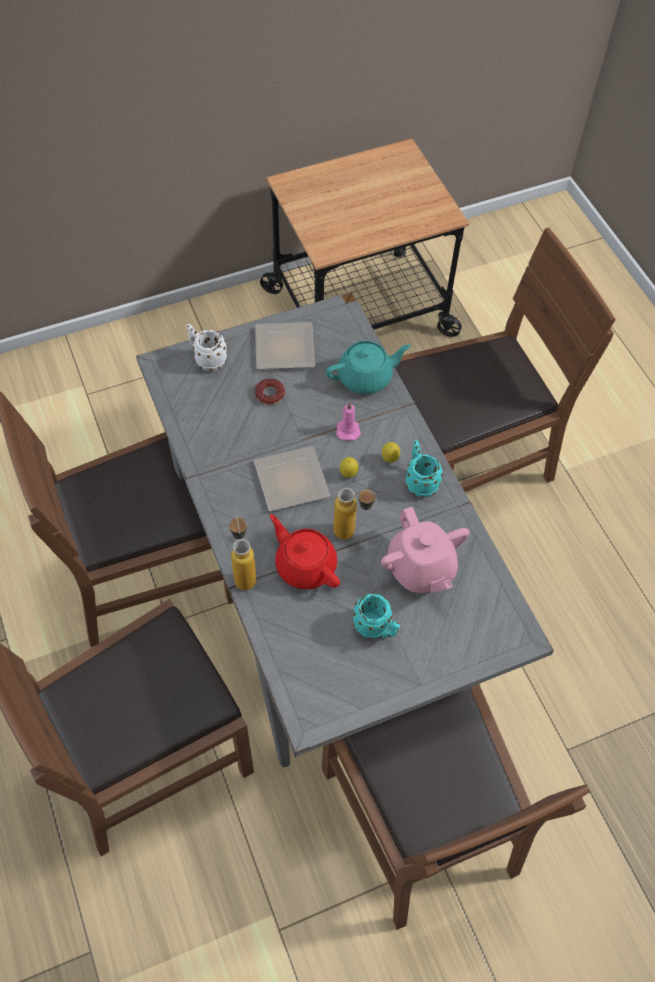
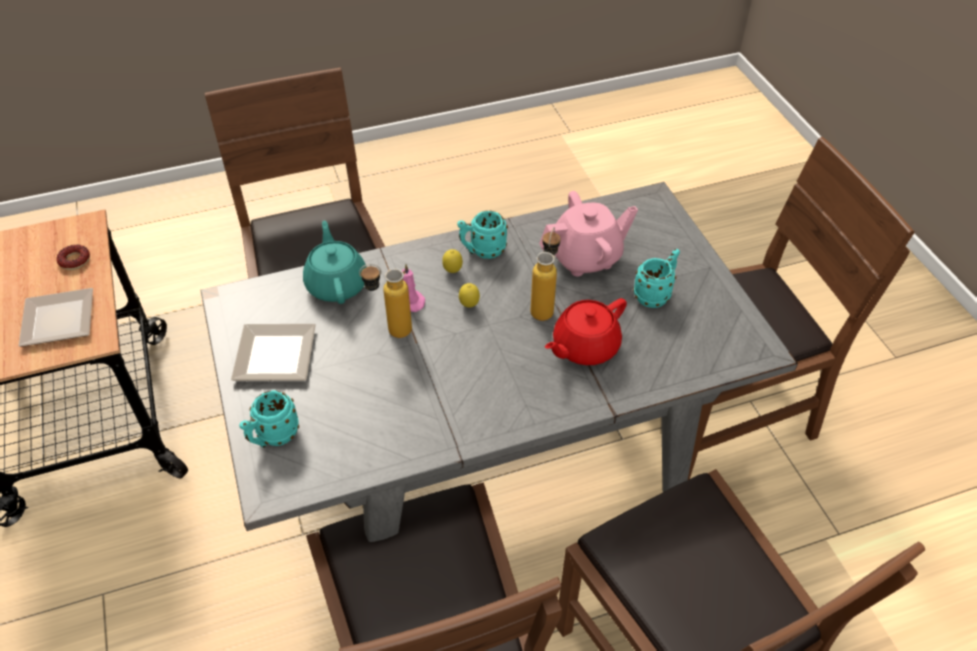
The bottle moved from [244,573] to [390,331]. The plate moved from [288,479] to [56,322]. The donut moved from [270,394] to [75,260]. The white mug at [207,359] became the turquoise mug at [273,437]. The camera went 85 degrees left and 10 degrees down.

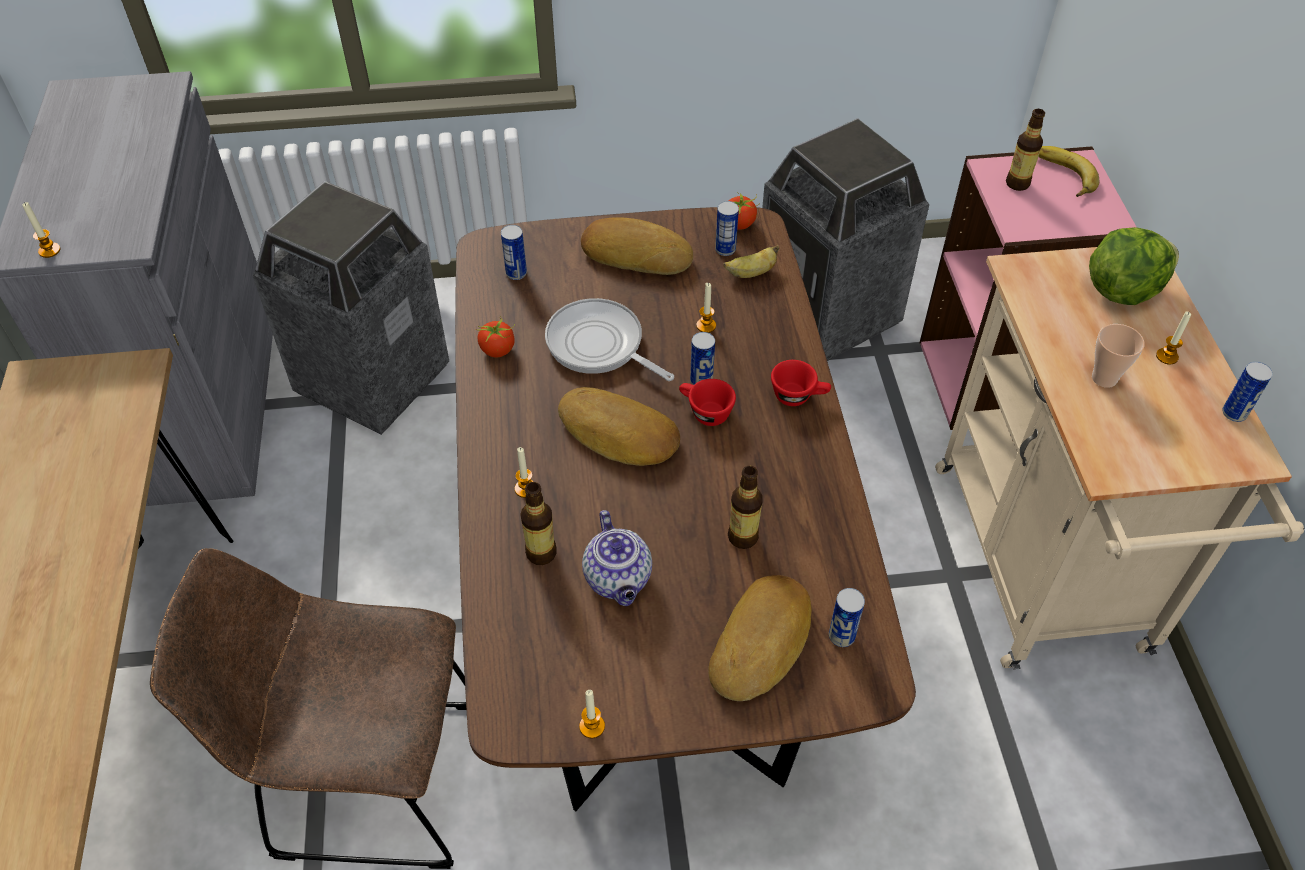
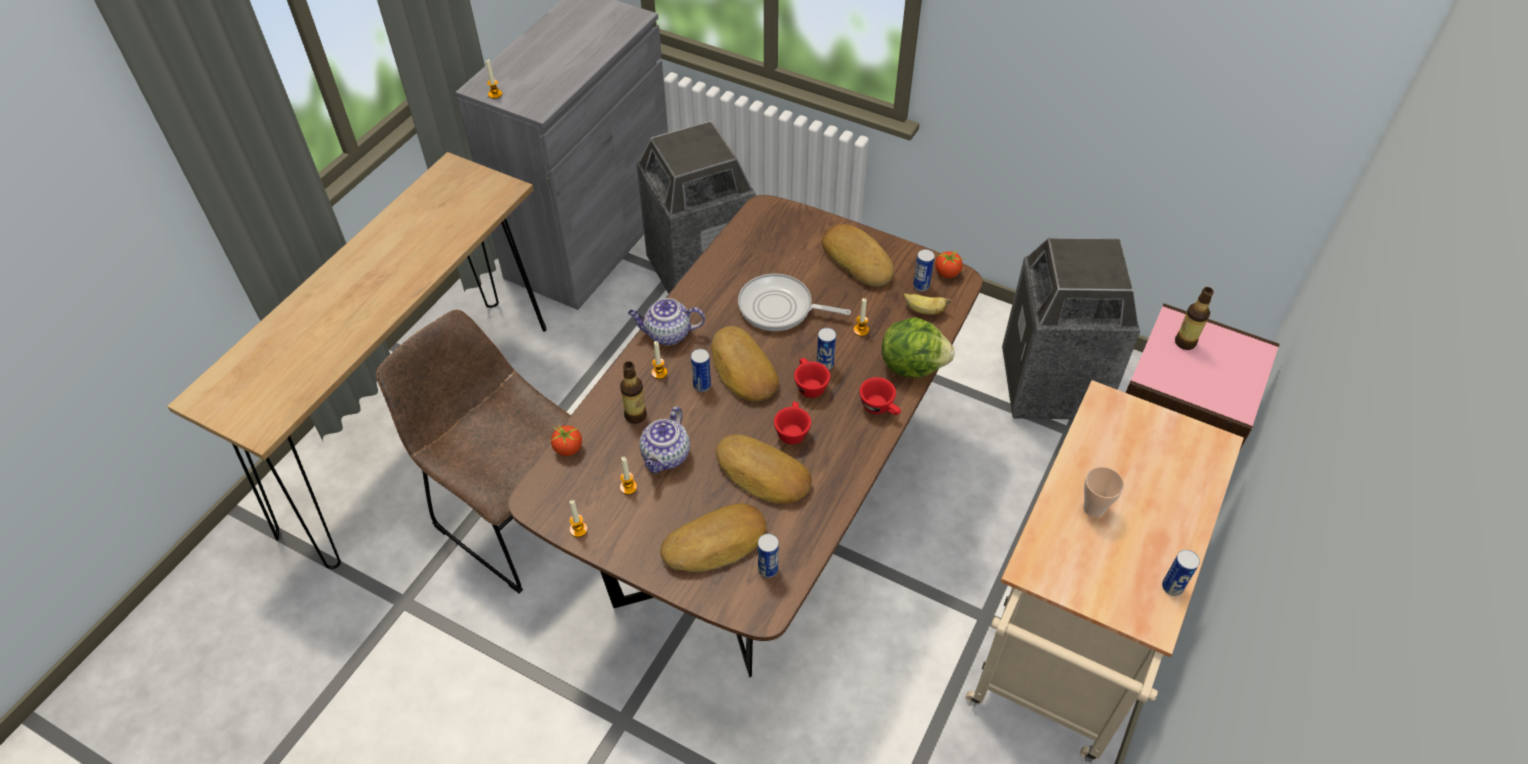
The banana at [1061,176] disappeared. The teapot at [667,334] appeared. The red cup at [792,430] appeared. The tomato moved from [498,350] to [568,449]. The can moved from [516,273] to [702,385]. The lettuce moved from [1122,289] to [912,364]. The candle moved from [1166,356] to [628,487]. The bottle at [743,537] was replaced by the bread at [762,475]. The frying pan at [599,345] turned 60 degrees counterclockwise. The camera went 35 degrees right and 0 degrees up.

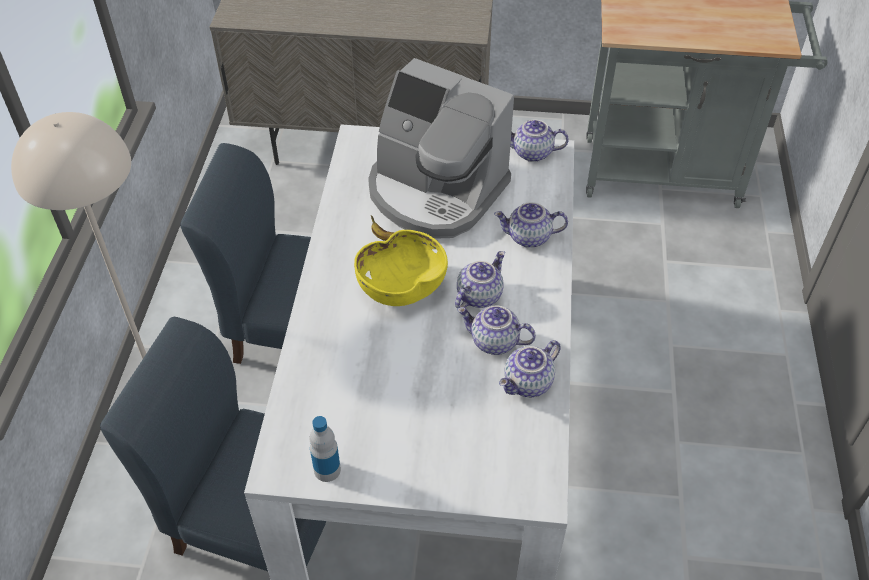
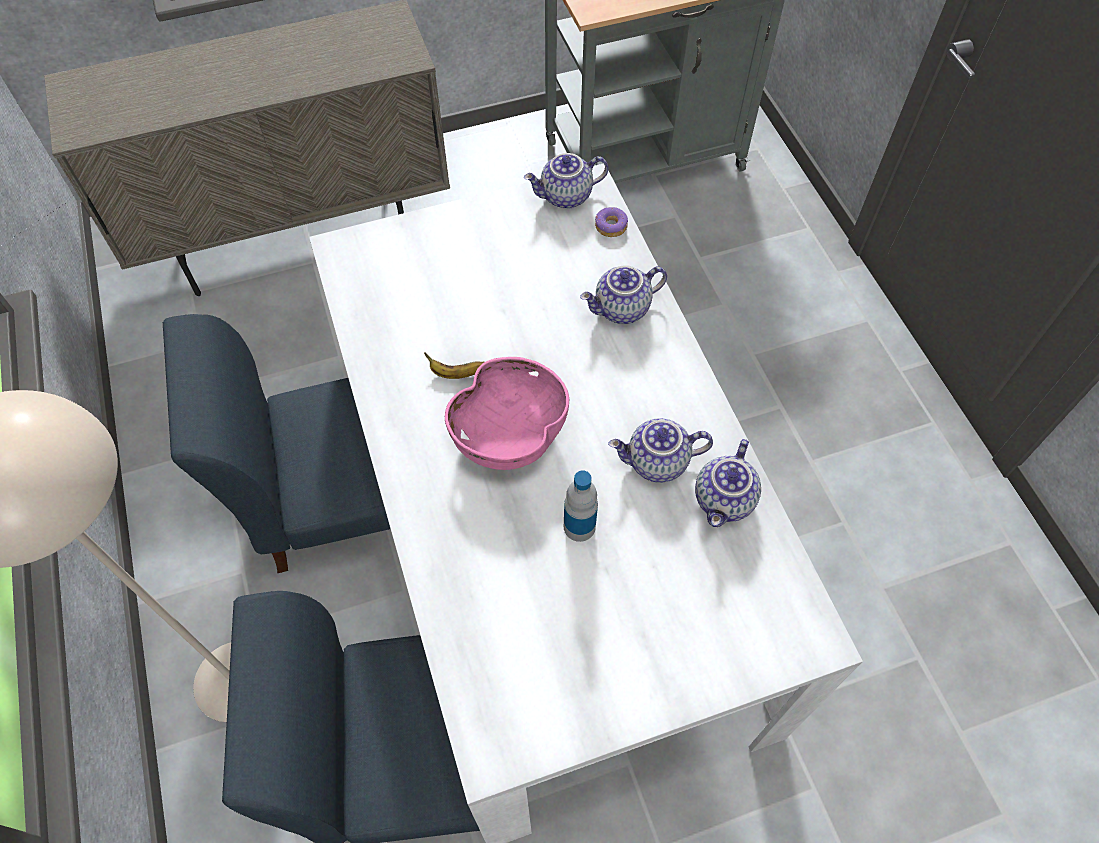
The coffee machine at [435,192] disappeared. The teapot at [478,295] disappeared. The donut at [611,226] appeared. The bottle moved from [327,470] to [579,526]. The yellow bowl at [402,288] became the pink bowl at [510,435]. The camera went 25 degrees left and 10 degrees up.

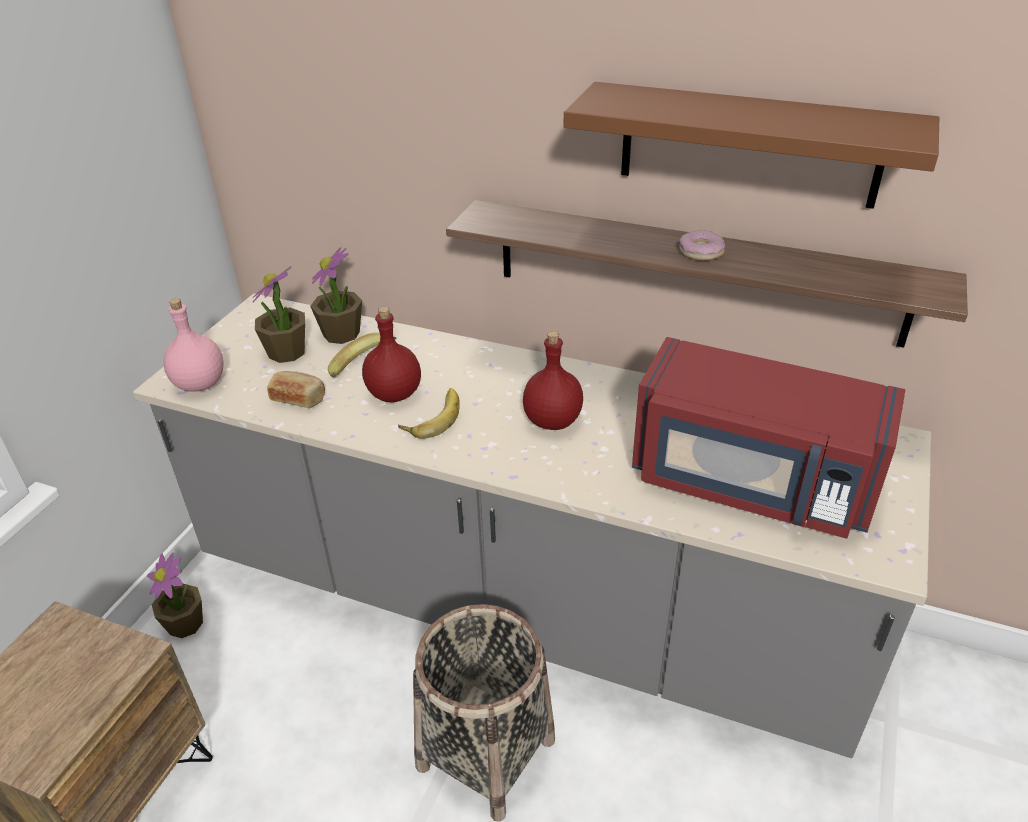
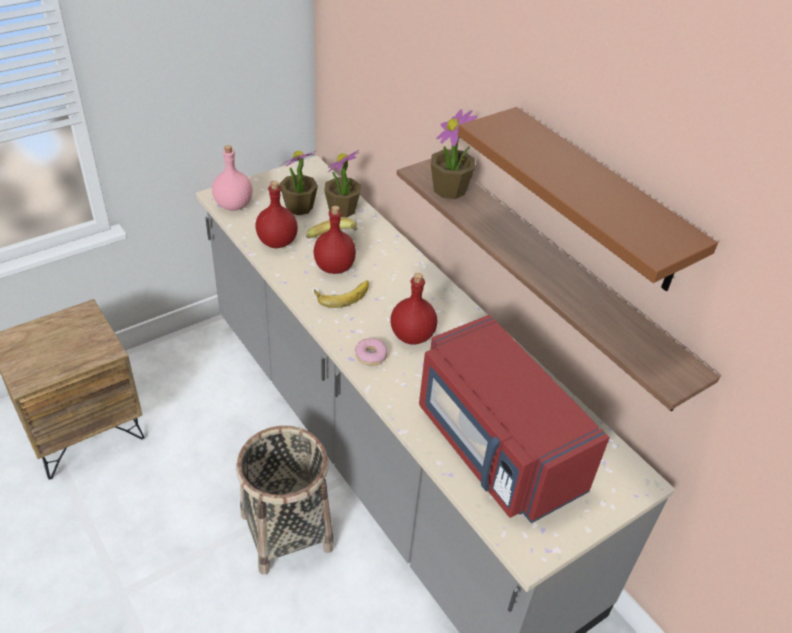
The potted plant moved from [185,624] to [449,190]. The donut moved from [701,252] to [371,355]. The bread at [298,398] was replaced by the red bottle at [278,242]. The camera went 30 degrees right and 5 degrees up.

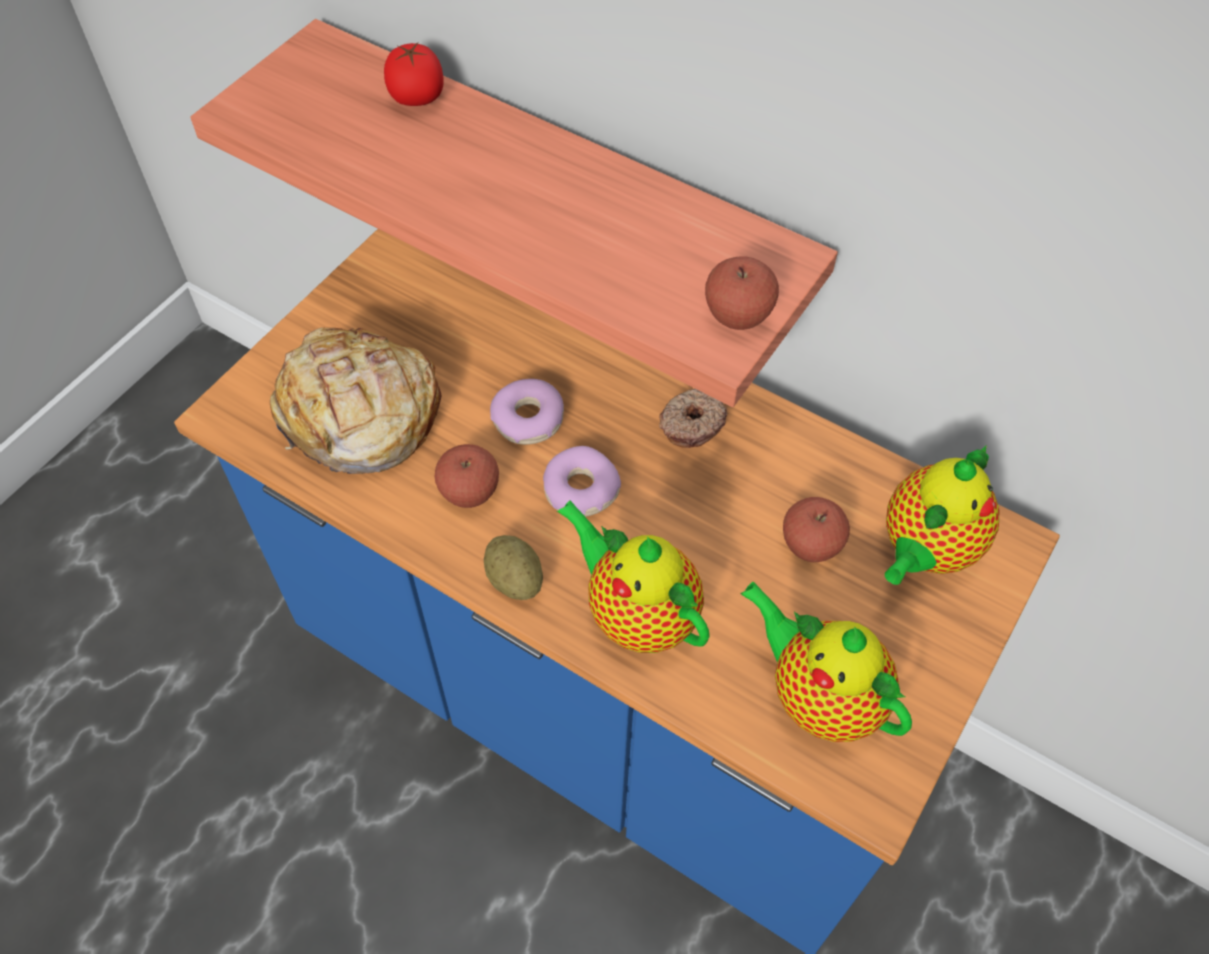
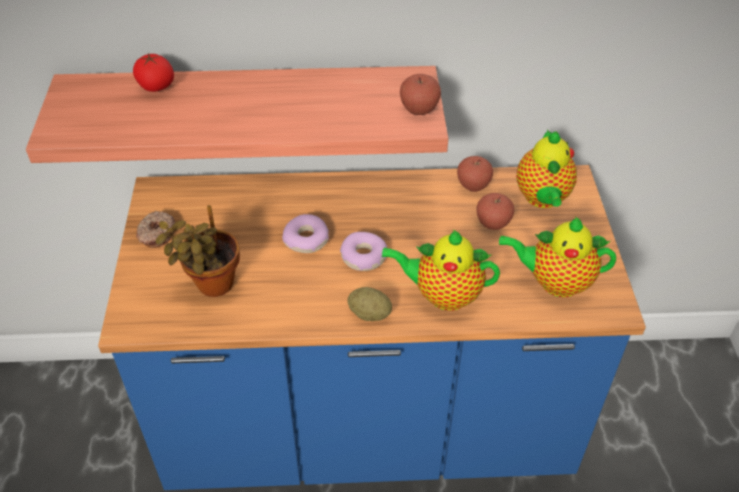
The apple moved from [469,493] to [473,186]. The donut moved from [691,423] to [156,234]. The bread at [359,416] was replaced by the potted plant at [211,285]. The camera went 35 degrees left and 10 degrees down.

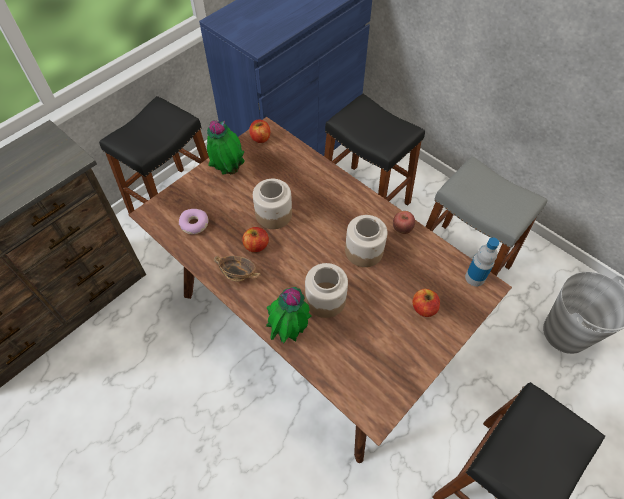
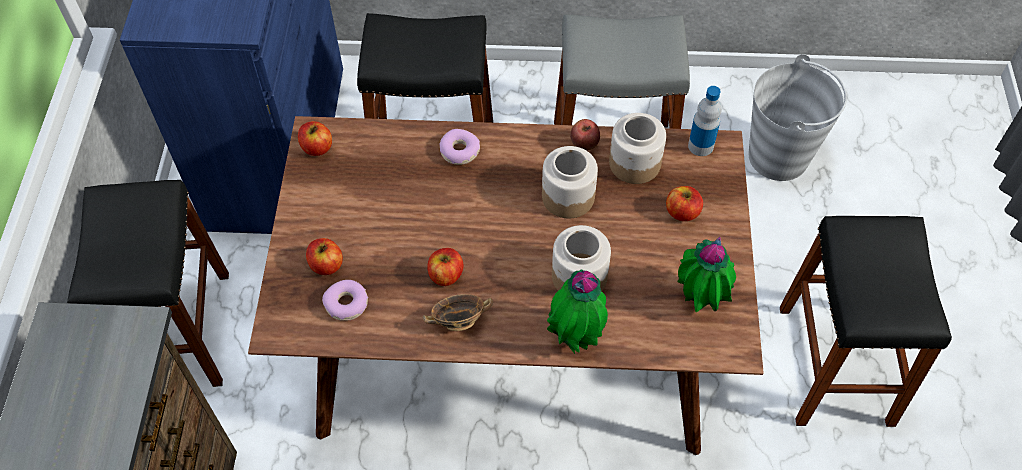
The apple at [326,265] appeared. The donut at [459,151] appeared. The potted plant moved from [228,170] to [699,300]. The jar moved from [273,214] to [634,164]. The camera went 40 degrees left and 0 degrees up.

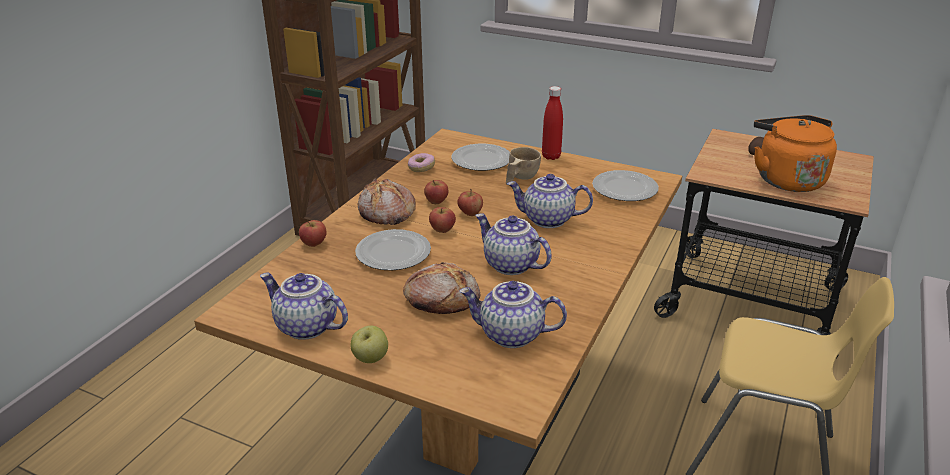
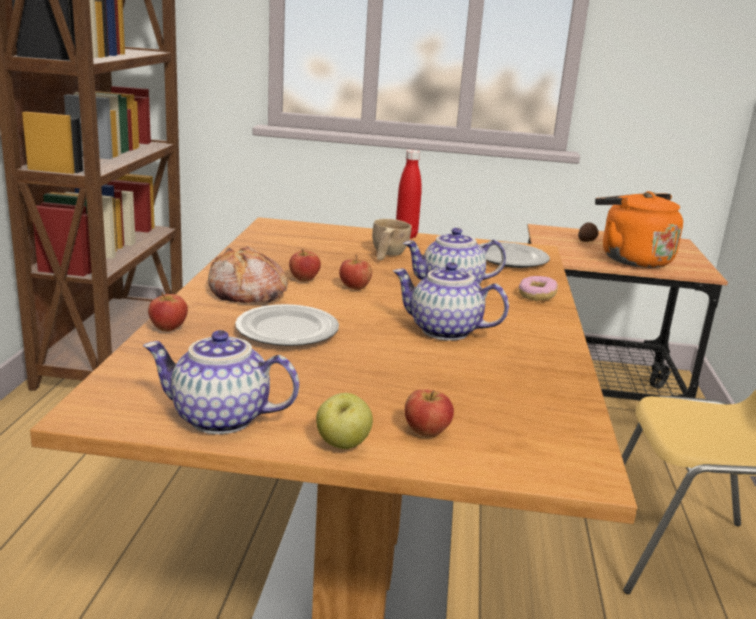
The bread at [441,298] disappeared. The plate at [482,161] disappeared. The teapot at [510,335] disappeared. The donut moved from [421,168] to [536,296]. The apple moved from [442,230] to [426,431]. The camera went 20 degrees left and 10 degrees down.

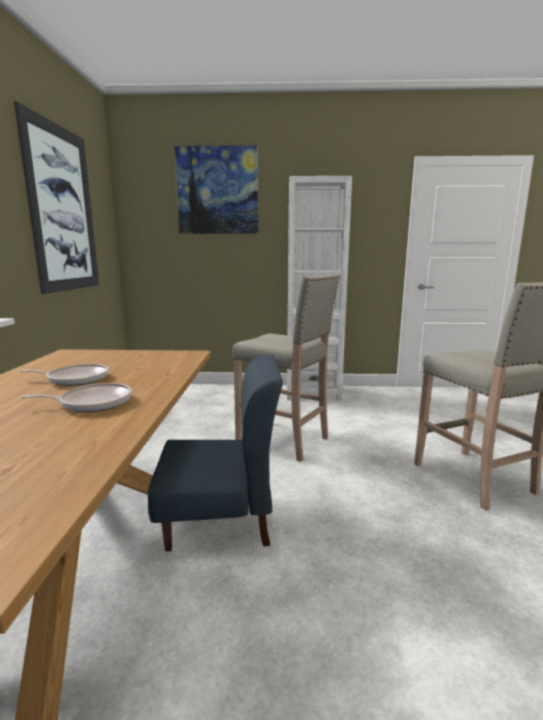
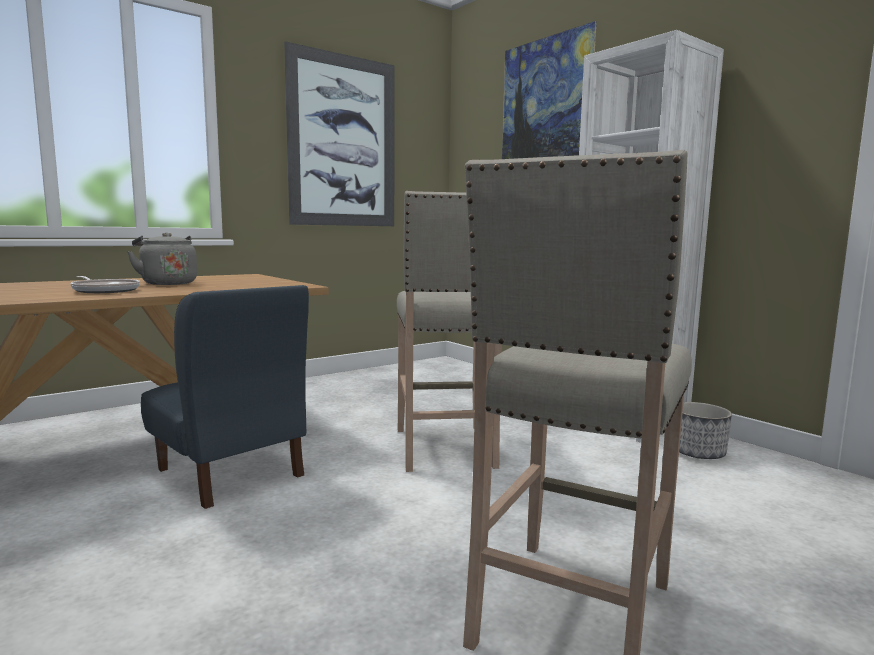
The planter at [698,453] appeared. The frying pan at [75,379] was replaced by the grey kettle at [167,283]. The camera went 50 degrees right and 5 degrees down.

